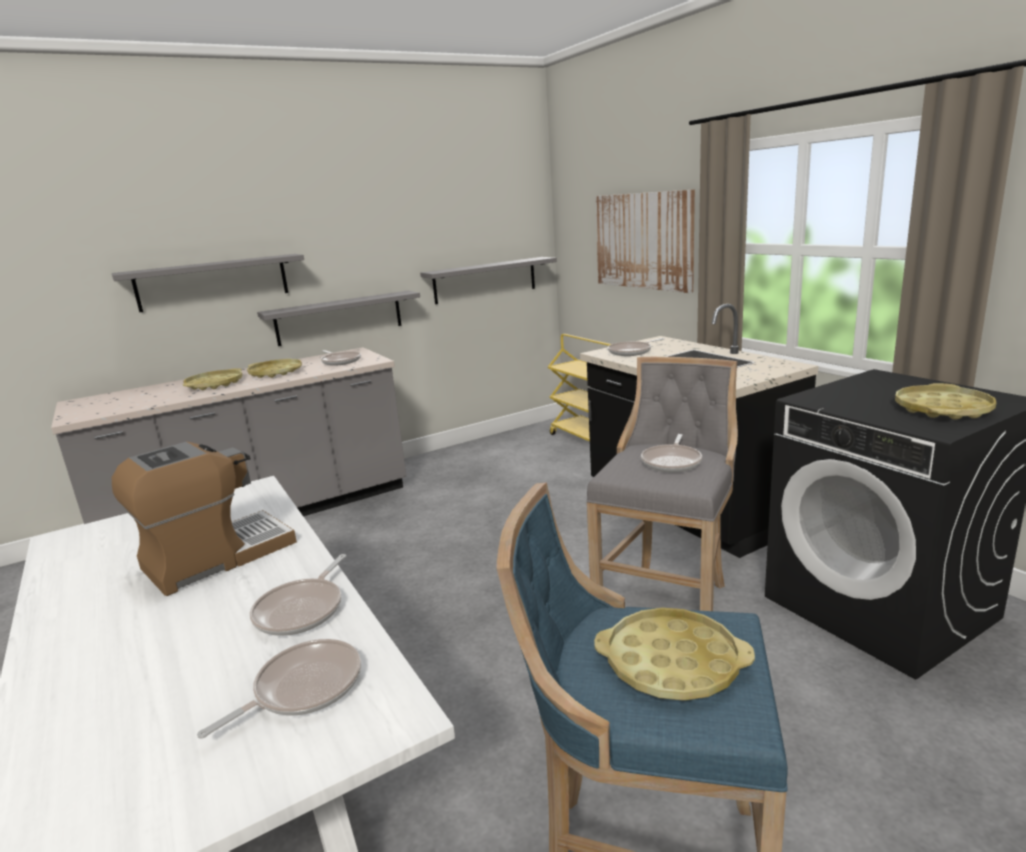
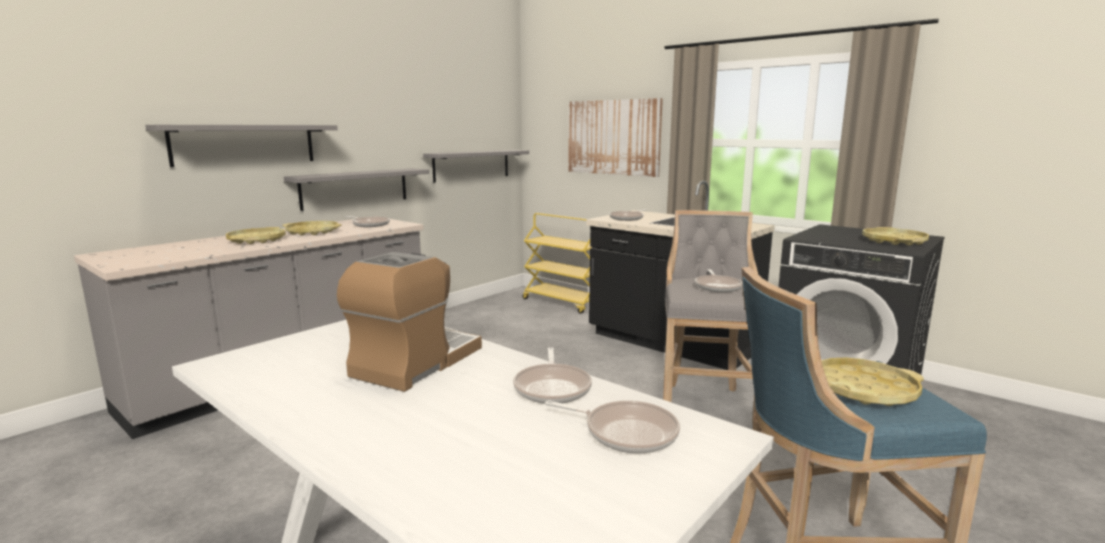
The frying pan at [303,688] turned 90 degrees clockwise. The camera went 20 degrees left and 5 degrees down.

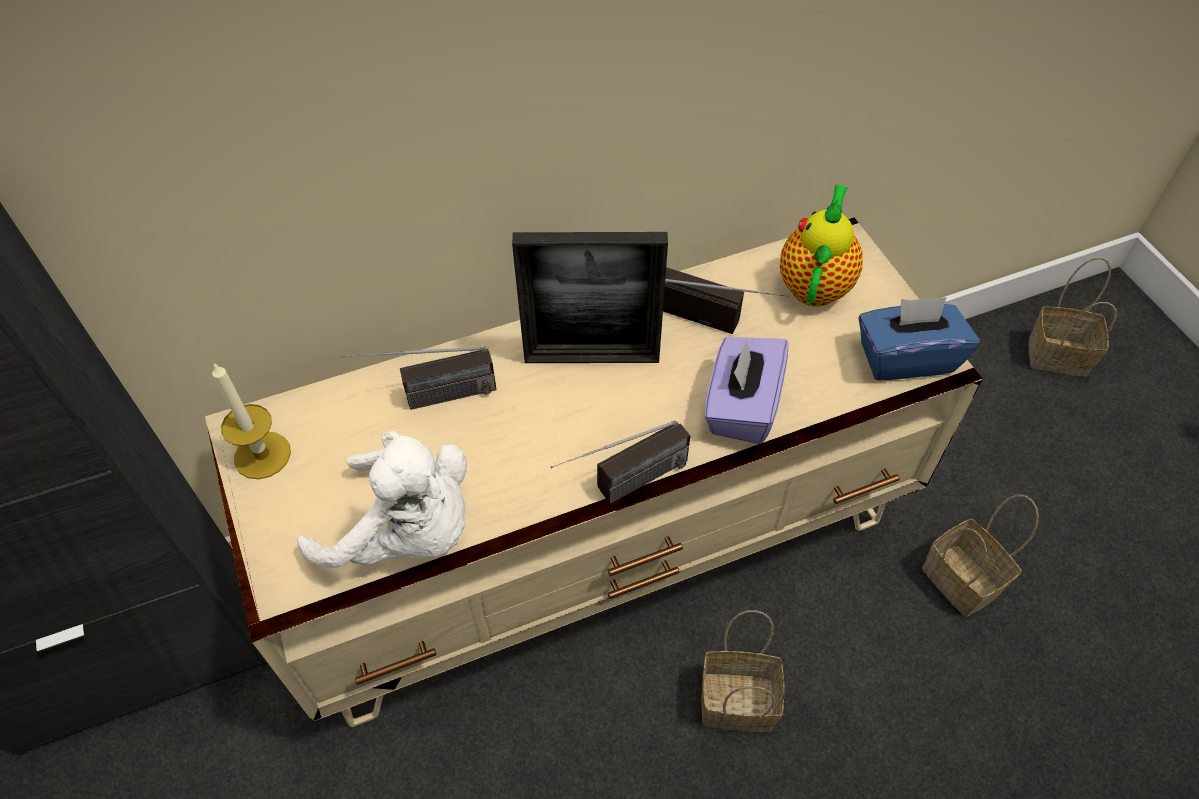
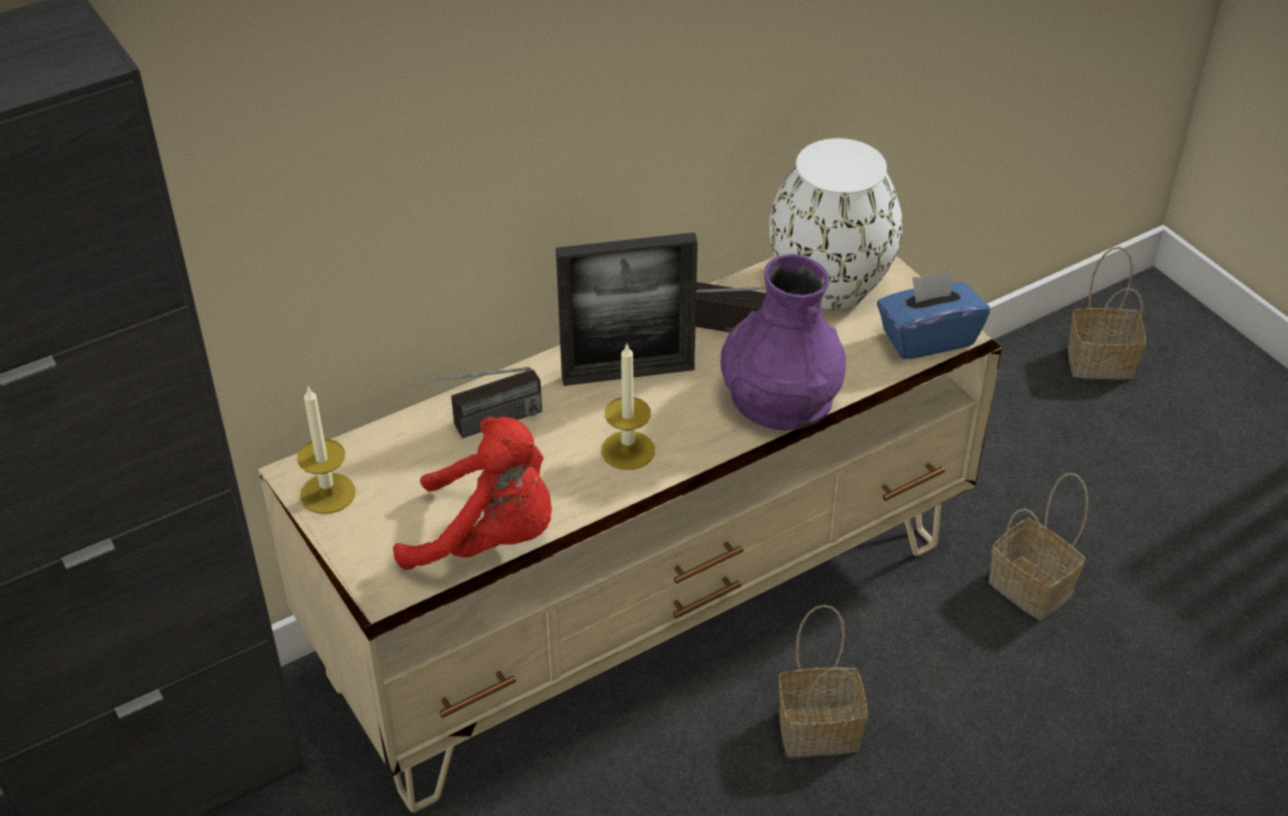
The radio at [622,488] disappeared. The candle at [628,450] appeared. The purple tissue box at [741,407] was replaced by the purple vase at [780,397]. The teapot at [815,283] was replaced by the white vase at [831,284]. The white plush toy at [406,534] became the red plush toy at [489,538]. The camera went 10 degrees left and 10 degrees down.

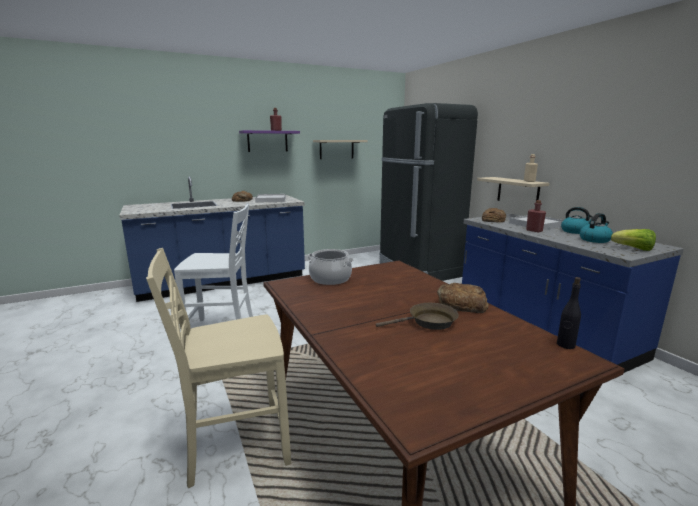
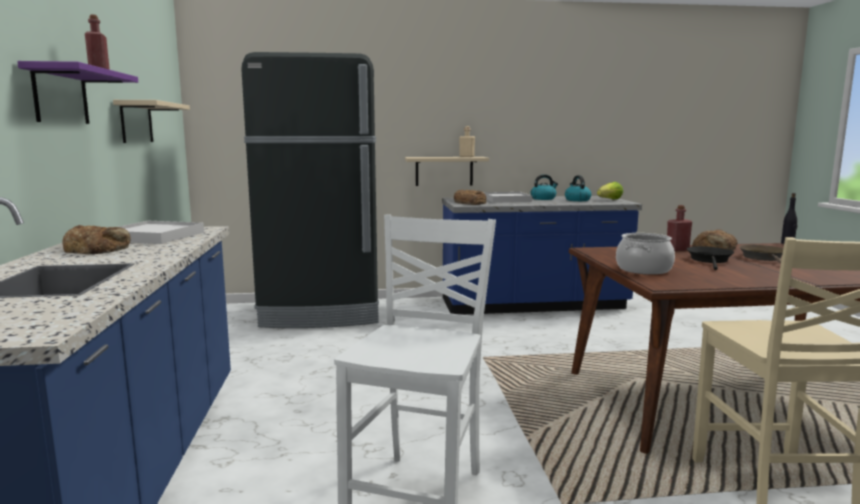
The black frying pan at [710,260] appeared. The red bottle moved from [534,230] to [677,249]. The camera went 70 degrees left and 5 degrees down.

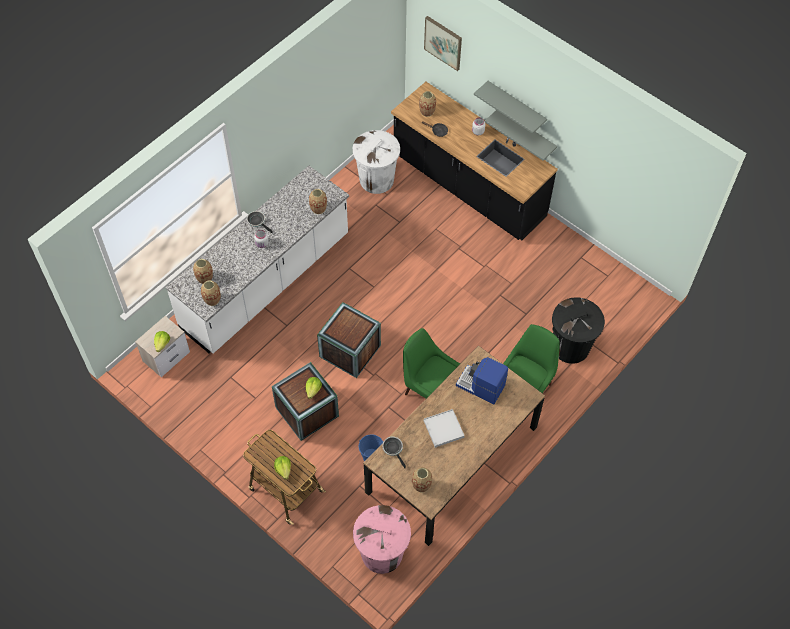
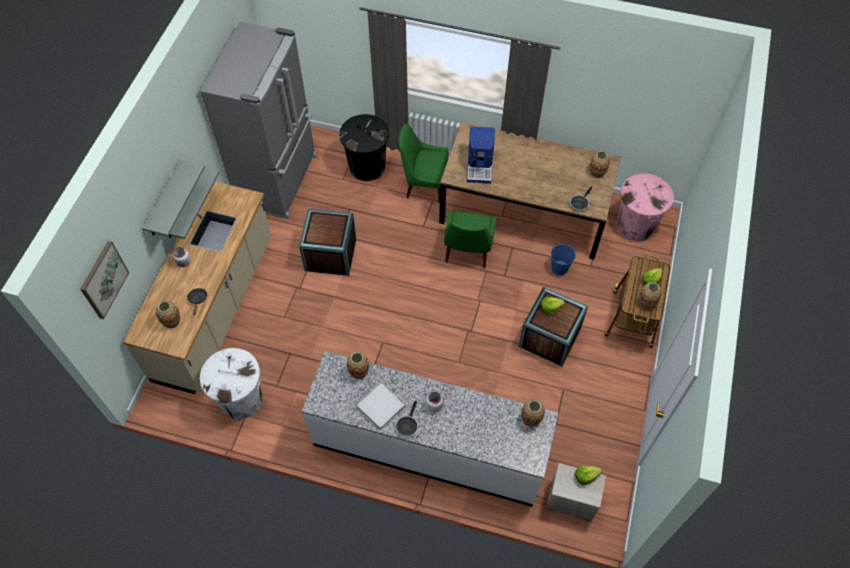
The grey fridge at [279,180] appeared. The vase moved from [205,278] to [646,302]. The crate moved from [350,351] to [330,254]. The white tray moved from [443,429] to [381,406]. The black counter at [468,187] became the beige counter at [216,308]. The camera went 115 degrees left and 0 degrees up.

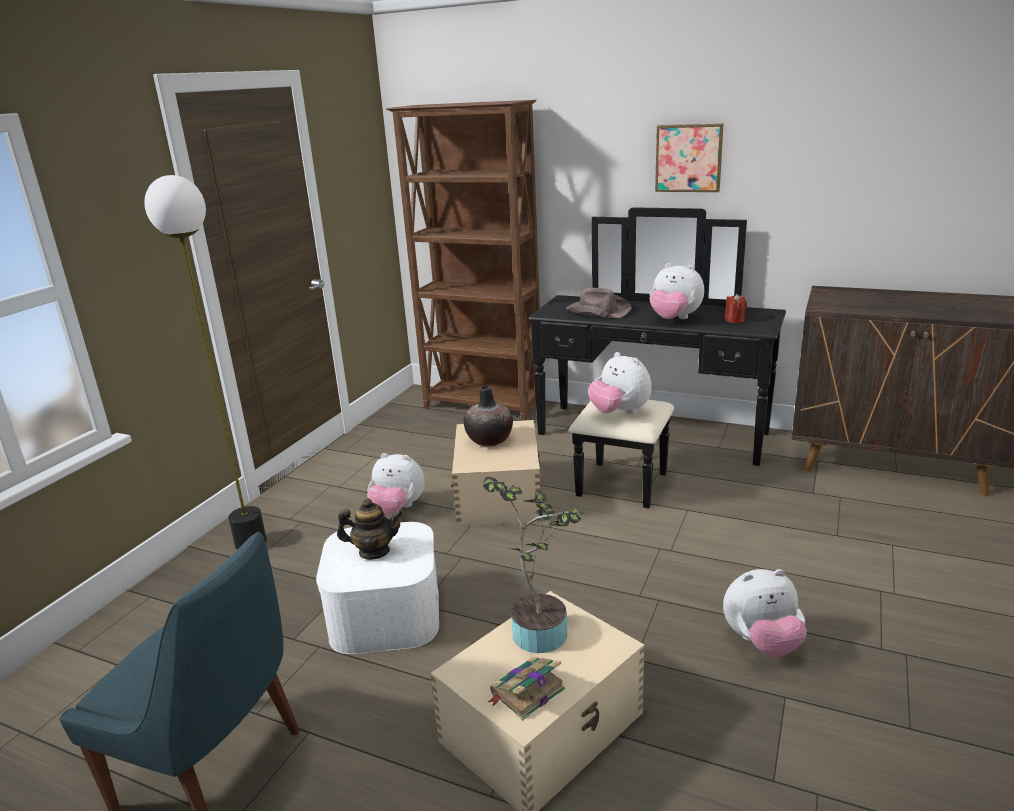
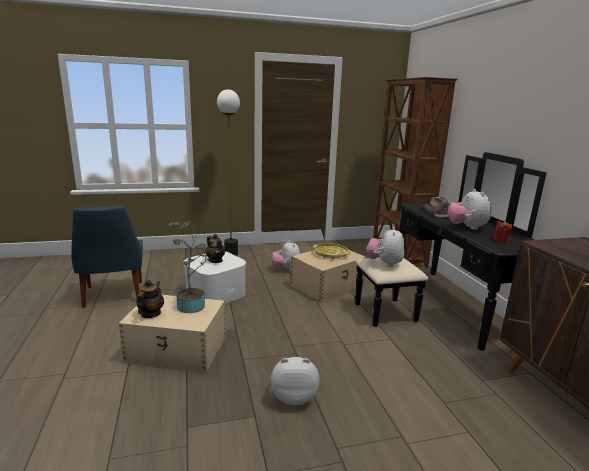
The picture at [689,158] disappeared. The vase at [489,440] was replaced by the yellow tray at [331,254]. The book at [526,692] was replaced by the teapot at [150,314]. The plush toy at [762,643] turned 135 degrees clockwise. The camera went 50 degrees right and 5 degrees down.

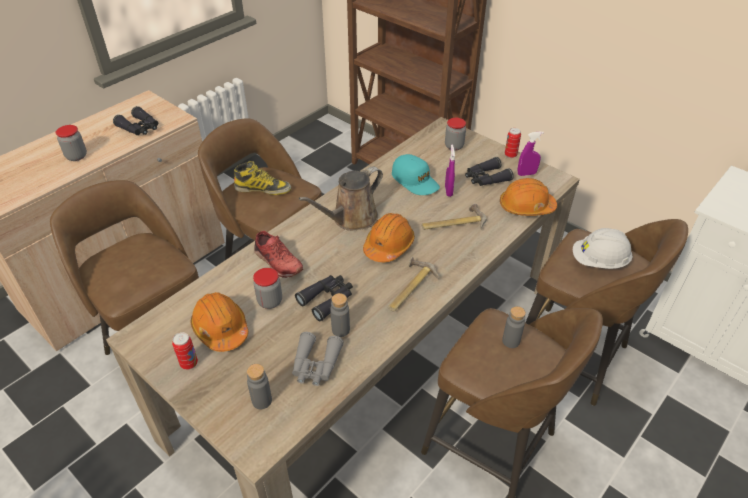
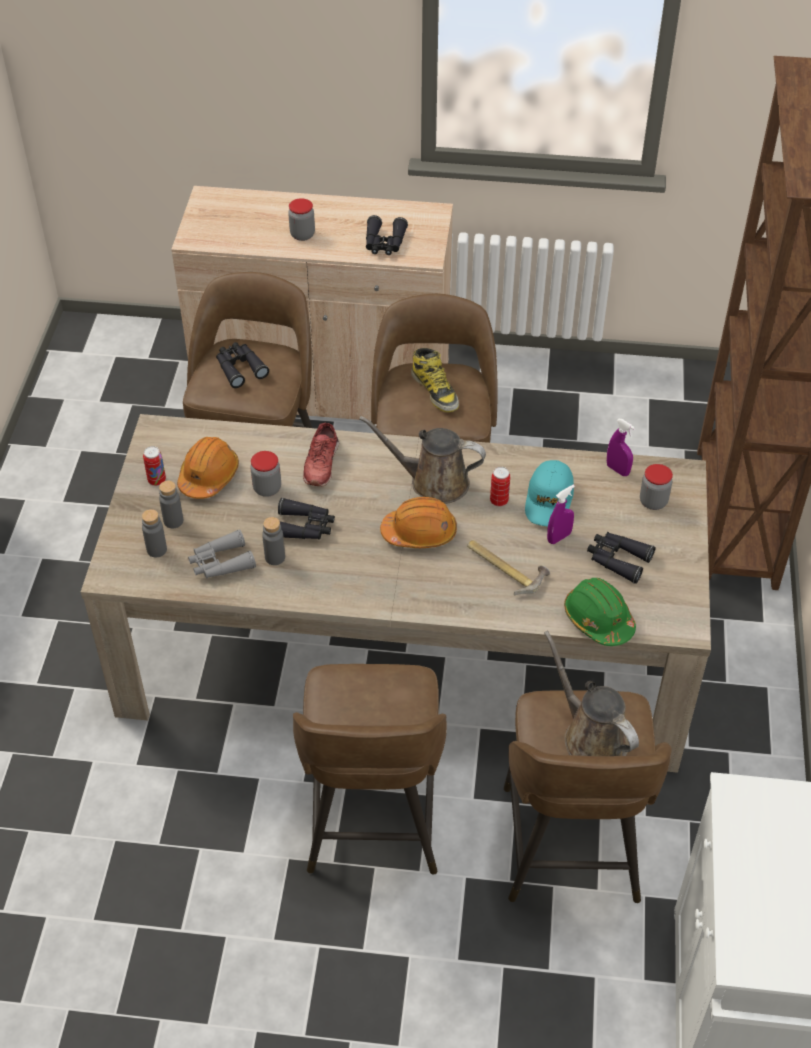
The hammer at [408,288] disappeared. The black binoculars at [240,368] appeared. The grey bottle moved from [511,341] to [173,521]. The can moved from [510,155] to [499,501]. The purple spray bottle moved from [526,174] to [617,470]. The white hard hat at [599,261] was replaced by the brown watering can at [591,737]. The orange hard hat at [526,207] became the green hard hat at [598,619]. The camera went 55 degrees right and 5 degrees up.

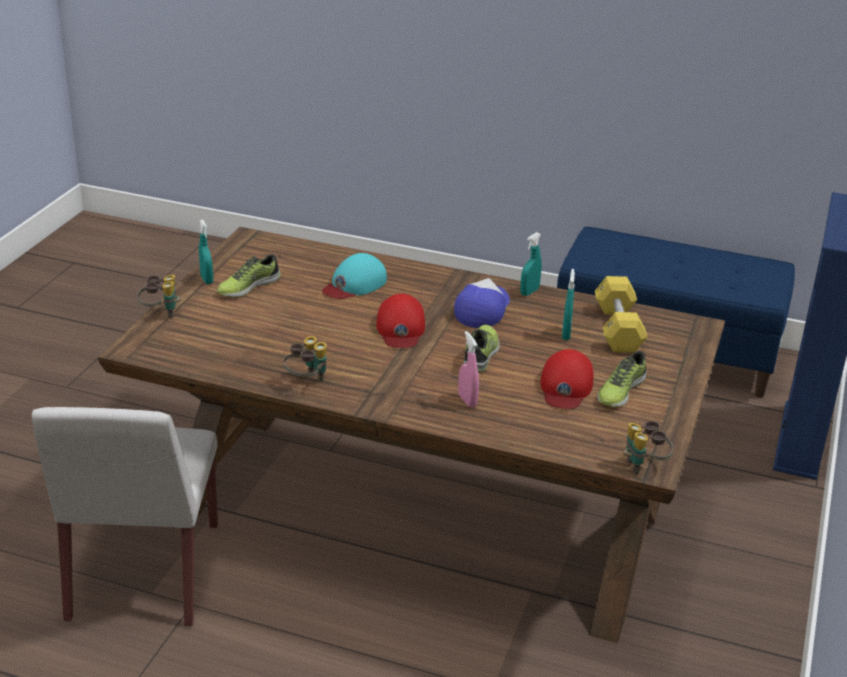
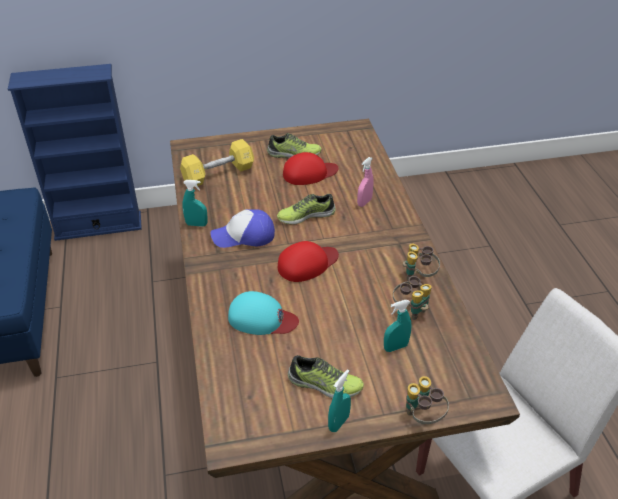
The turquoise spray bottle moved from [566,334] to [395,347]. The binoculars moved from [644,465] to [410,309]. The camera went 120 degrees left and 10 degrees up.

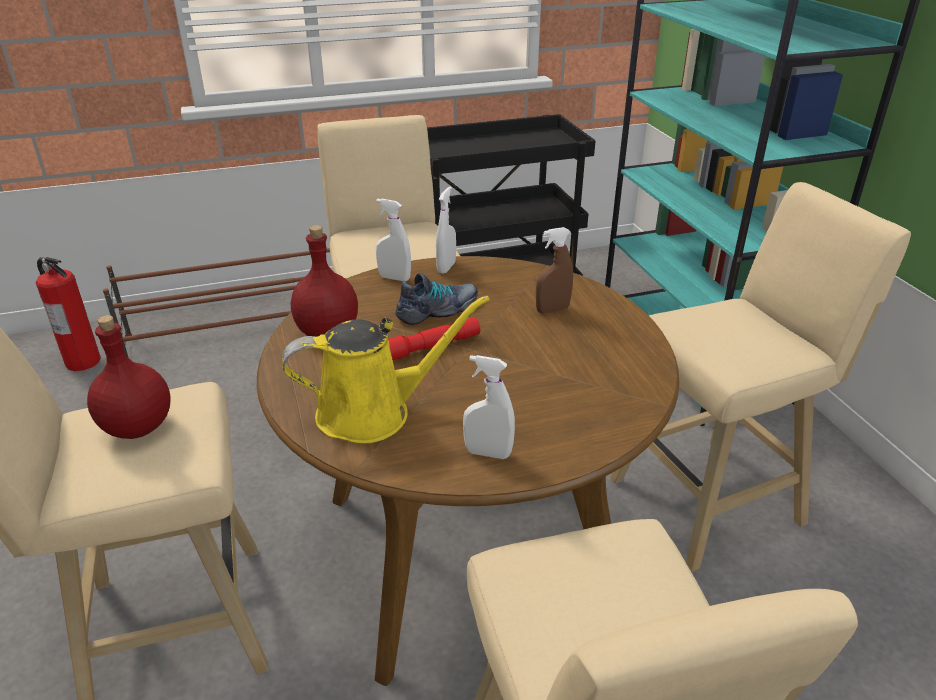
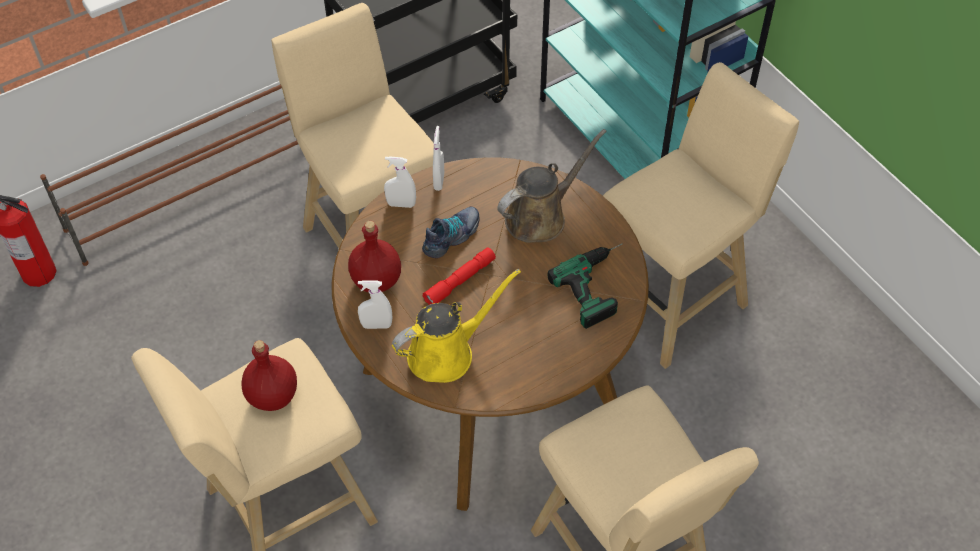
The power drill at [600,285] appeared. The white spray bottle moved from [488,453] to [376,325]. The brown spray bottle at [552,310] was replaced by the brown watering can at [540,216]. The camera went 15 degrees left and 20 degrees up.

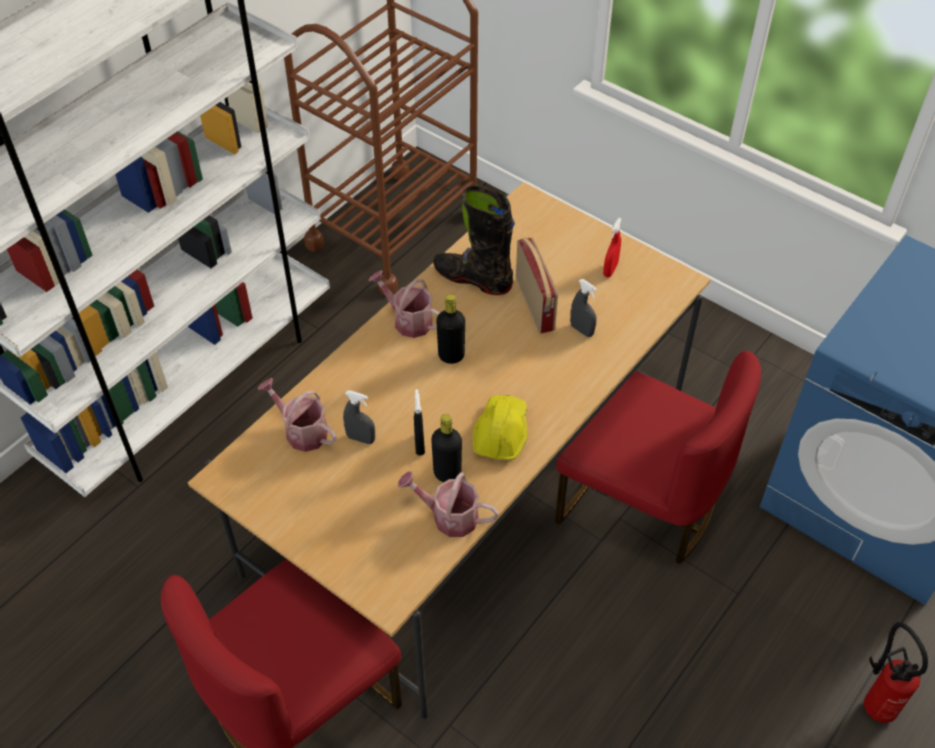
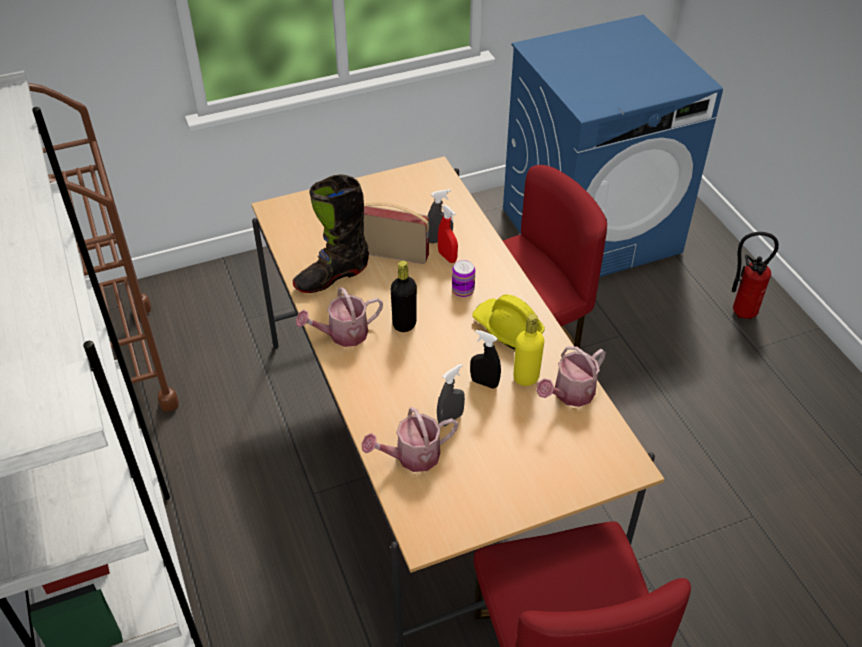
The can at [463,290] appeared. The red spray bottle moved from [610,270] to [447,257]. The black bottle at [447,473] became the yellow bottle at [526,377]. The camera went 60 degrees left and 5 degrees down.

